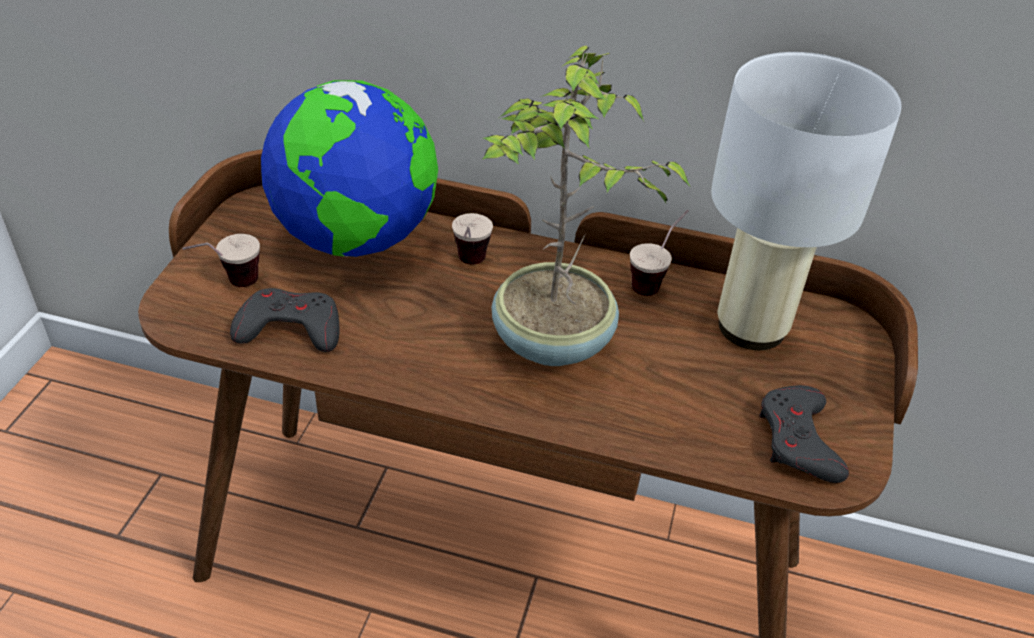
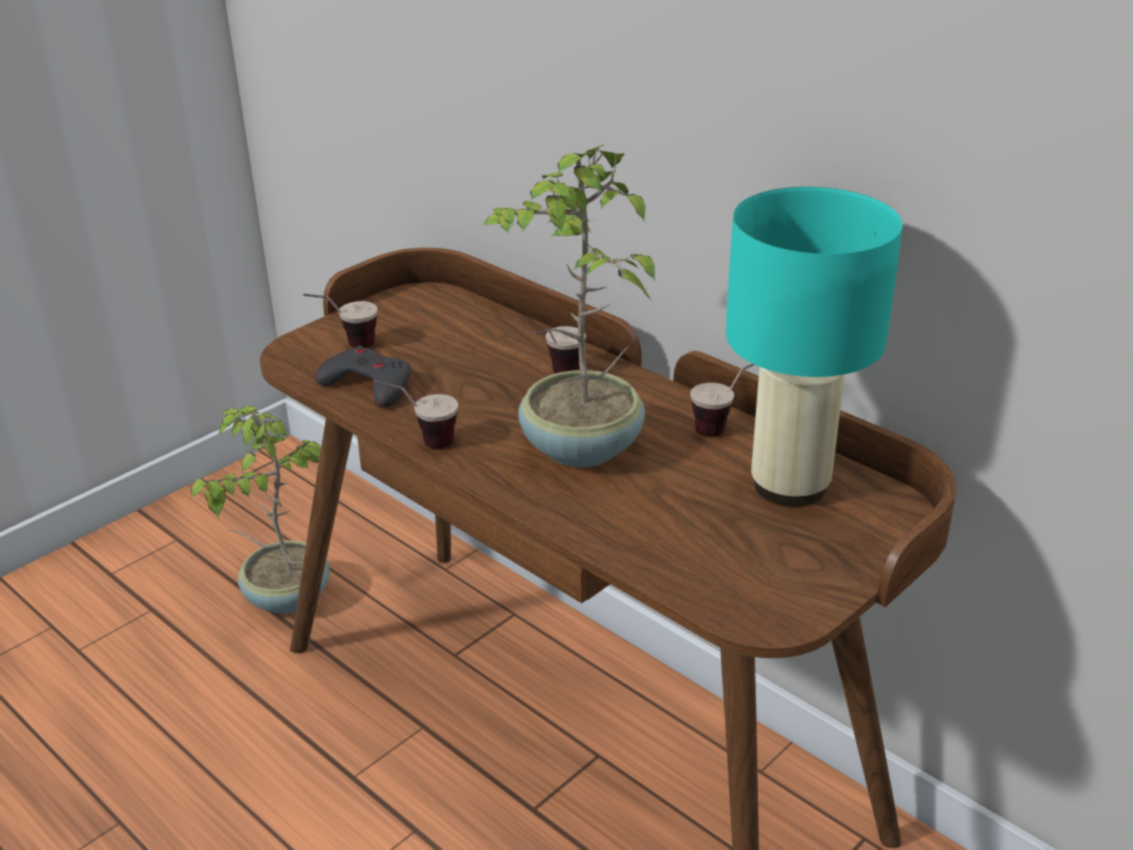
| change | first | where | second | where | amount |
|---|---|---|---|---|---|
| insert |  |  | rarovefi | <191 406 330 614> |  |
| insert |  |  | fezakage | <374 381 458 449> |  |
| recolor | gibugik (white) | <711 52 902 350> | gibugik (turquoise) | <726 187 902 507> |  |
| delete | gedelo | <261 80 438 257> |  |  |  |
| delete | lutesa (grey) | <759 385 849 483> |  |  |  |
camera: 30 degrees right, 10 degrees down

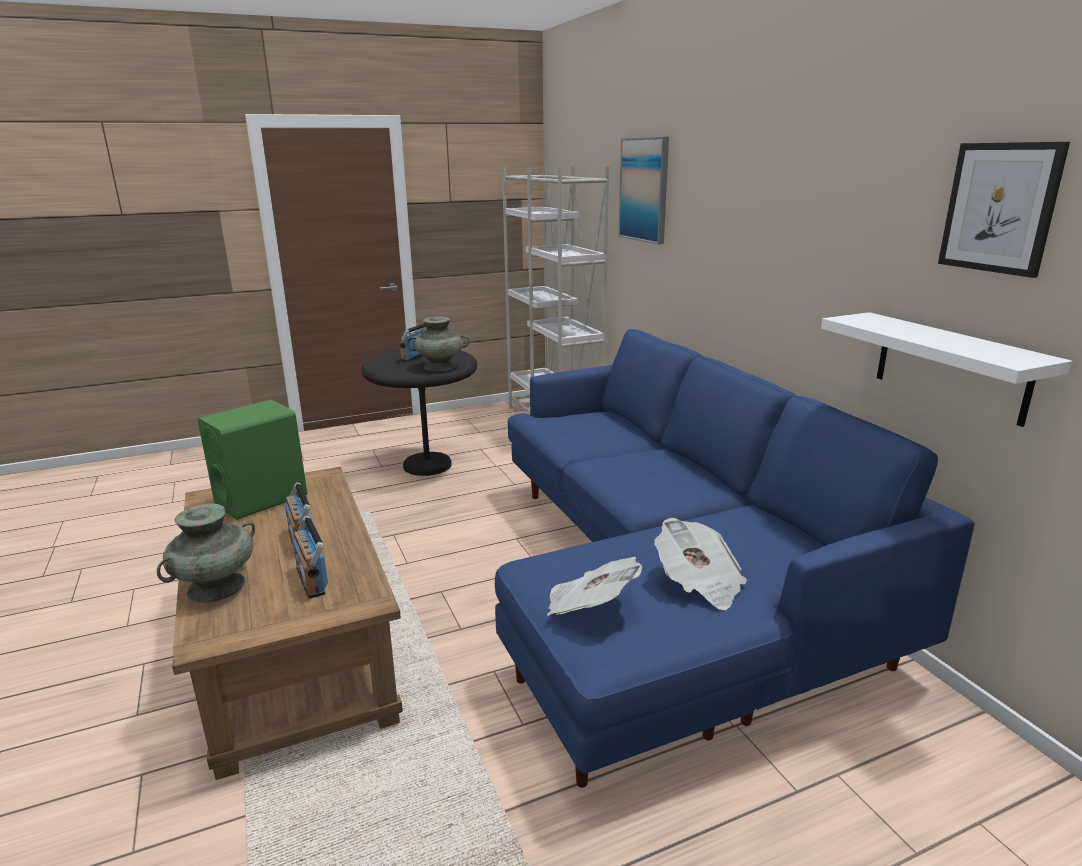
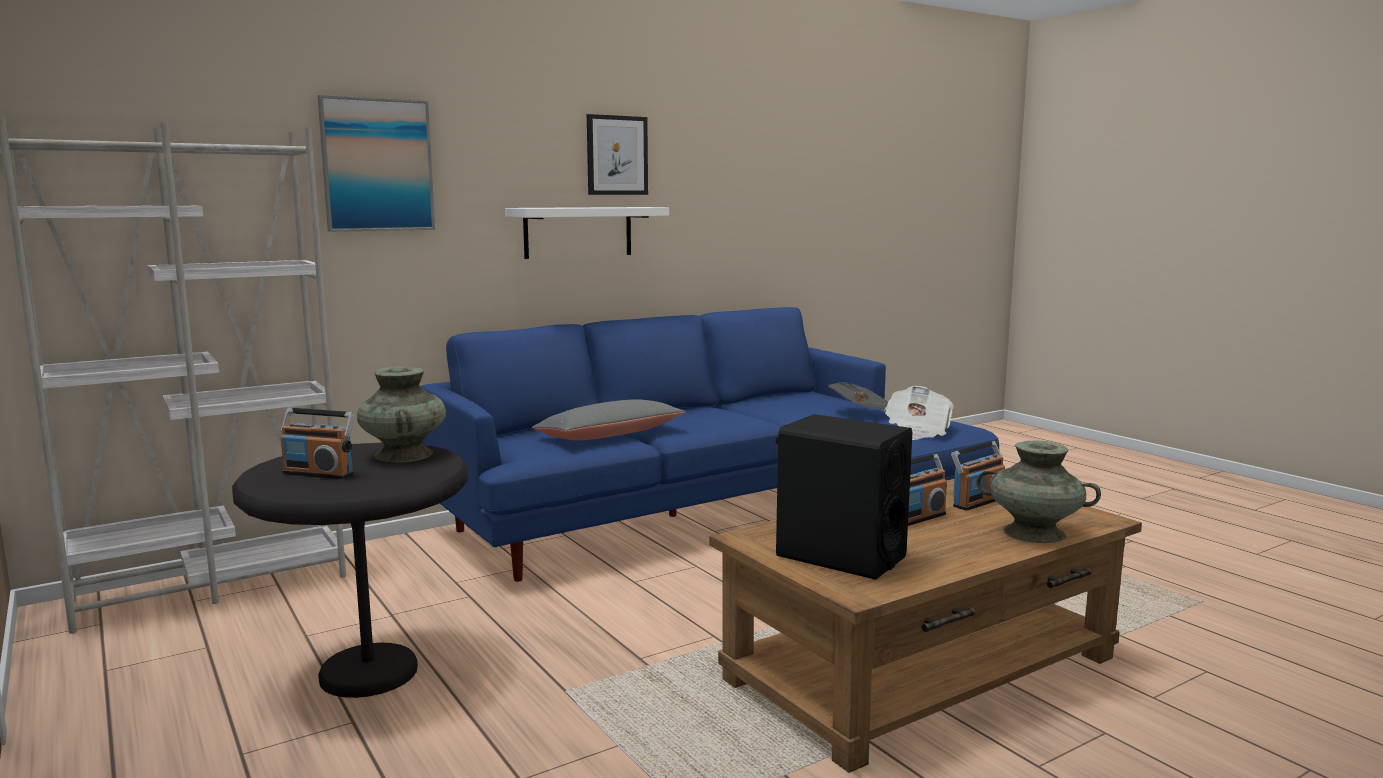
| change | first | where | second | where | amount |
|---|---|---|---|---|---|
| move | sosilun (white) | <821 312 1072 427> |  | <505 207 669 259> |  |
| insert |  |  | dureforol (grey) | <532 399 686 440> |  |
| move | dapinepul | <938 142 1070 278> |  | <587 114 648 195> |  |
| recolor | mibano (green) | <198 400 307 520> | mibano (black) | <775 414 912 580> |  |
camera: 100 degrees left, 10 degrees down

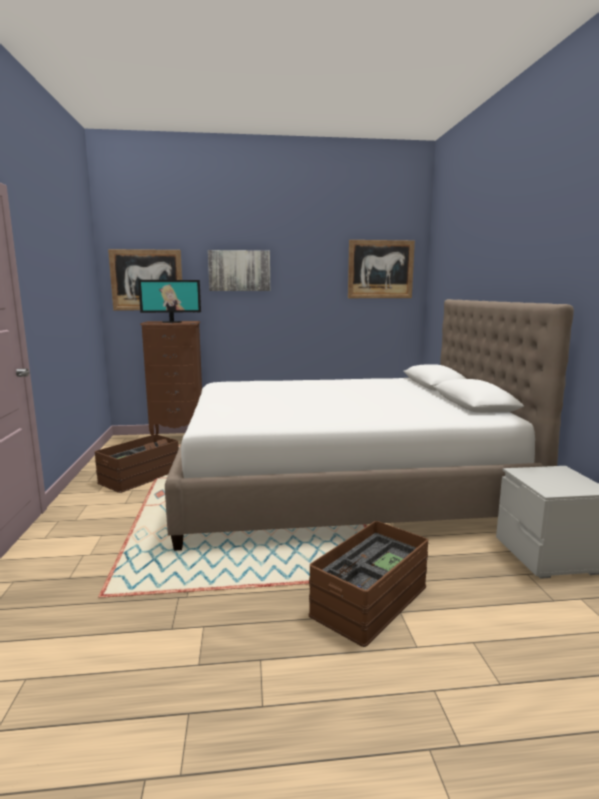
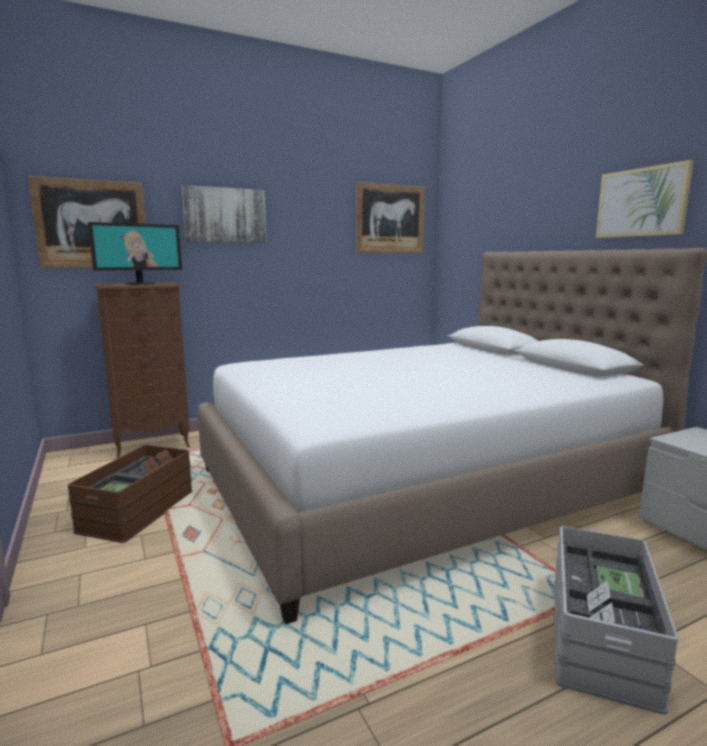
| change | first | where | second | where | amount |
|---|---|---|---|---|---|
| recolor | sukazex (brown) | <309 521 429 647> | sukazex (grey) | <554 526 679 714> |  |
| insert |  |  | dapinepul | <596 160 694 238> |  |
camera: 20 degrees left, 0 degrees up

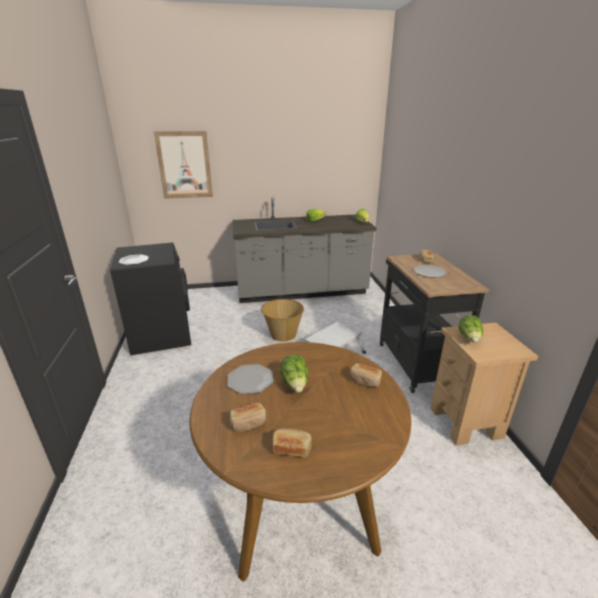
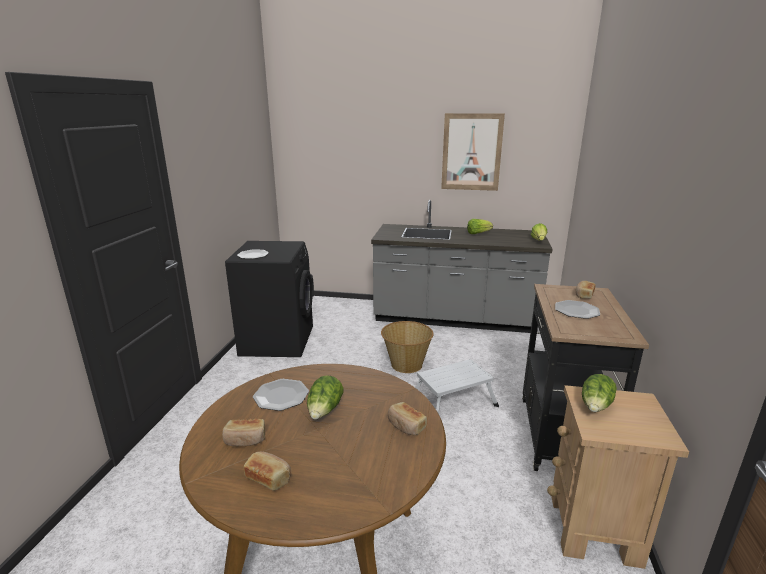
| change | first | where | second | where | amount |
|---|---|---|---|---|---|
| move | dapinepul | <154 131 213 199> |  | <441 113 505 191> |  |
camera: 20 degrees right, 5 degrees down

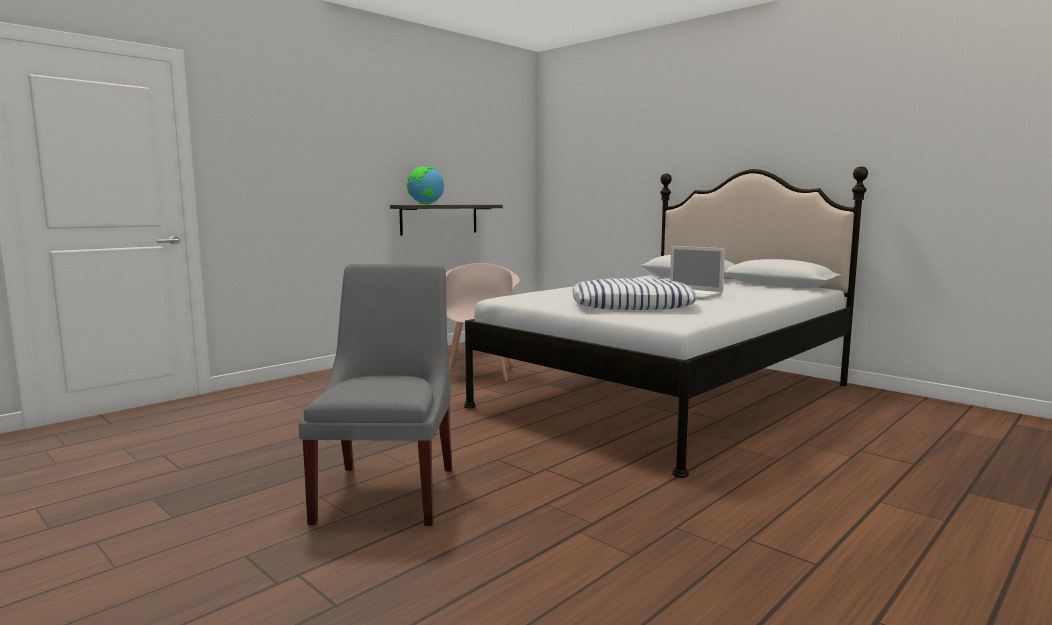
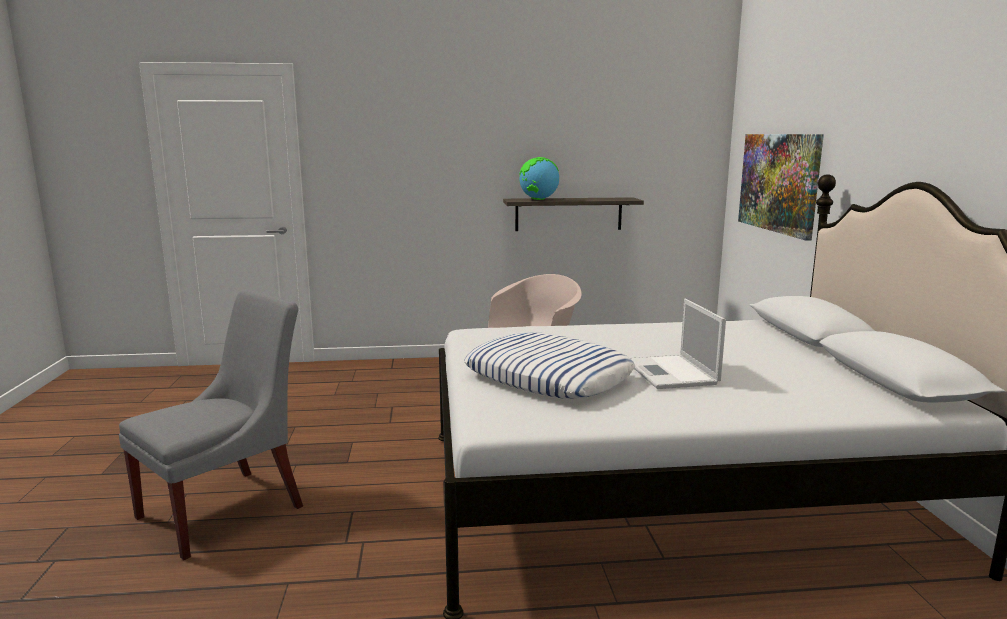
| change | first | where | second | where | amount |
|---|---|---|---|---|---|
| insert |  |  | dapinepul | <738 134 824 240> |  |
camera: 40 degrees right, 5 degrees up

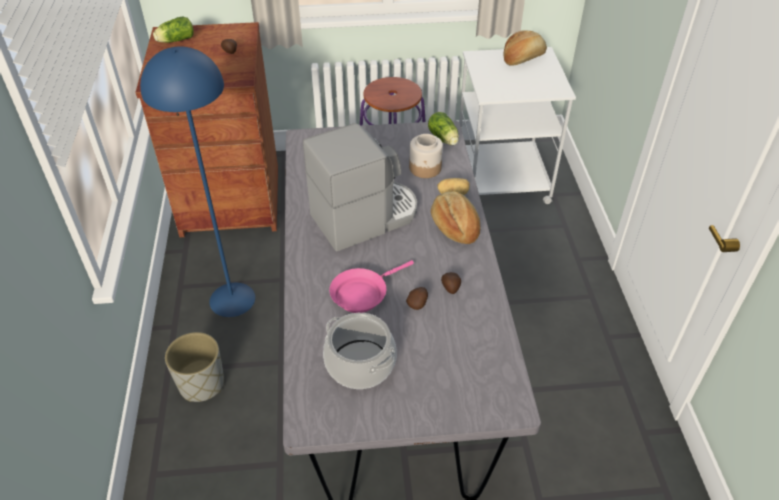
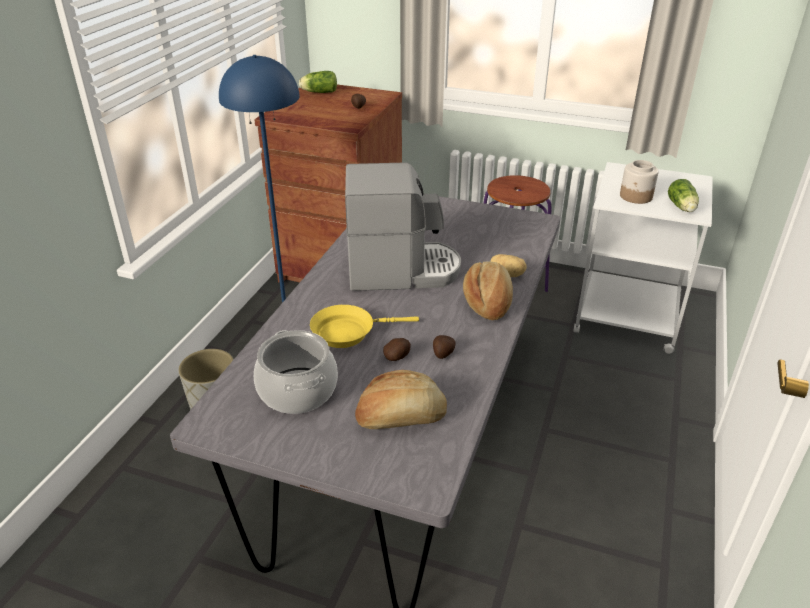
| change | first | where | second | where | amount |
|---|---|---|---|---|---|
| recolor | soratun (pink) | <329 260 414 313> | soratun (yellow) | <310 305 419 348> |  |
| move | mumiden | <503 30 547 66> |  | <355 370 447 429> |  |
| move | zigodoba | <409 134 443 178> |  | <620 160 659 204> |  |
| move | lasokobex | <428 112 459 145> |  | <668 179 699 212> |  |
camera: 25 degrees right, 10 degrees down

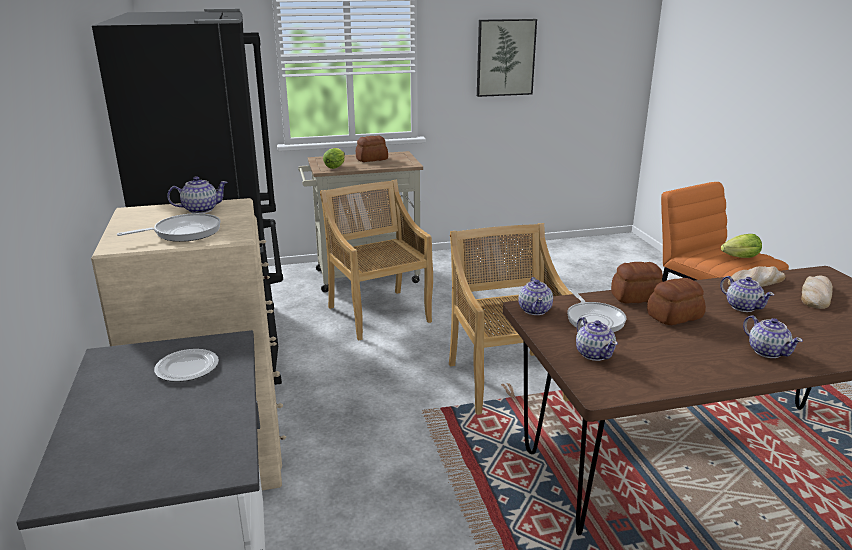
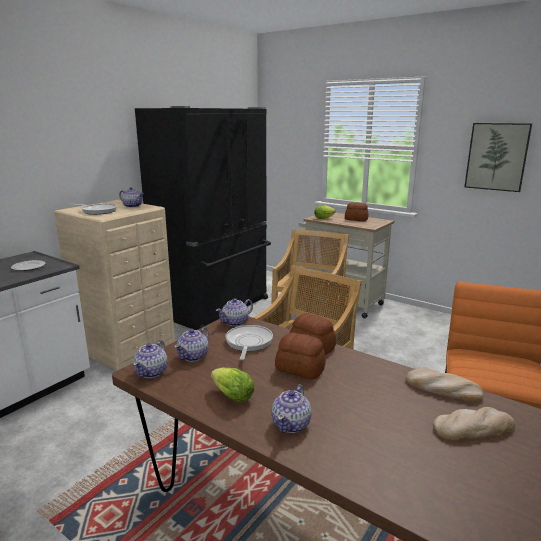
| change | first | where | second | where | amount |
|---|---|---|---|---|---|
| move | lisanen | <720 276 774 312> |  | <133 340 168 378> |  |
| move | lasokobex | <721 234 762 258> |  | <211 368 254 402> |  |
| rotate | soratun | <567 288 626 332> |  | <225 325 273 360> | 150 degrees clockwise |
camera: 50 degrees right, 5 degrees down

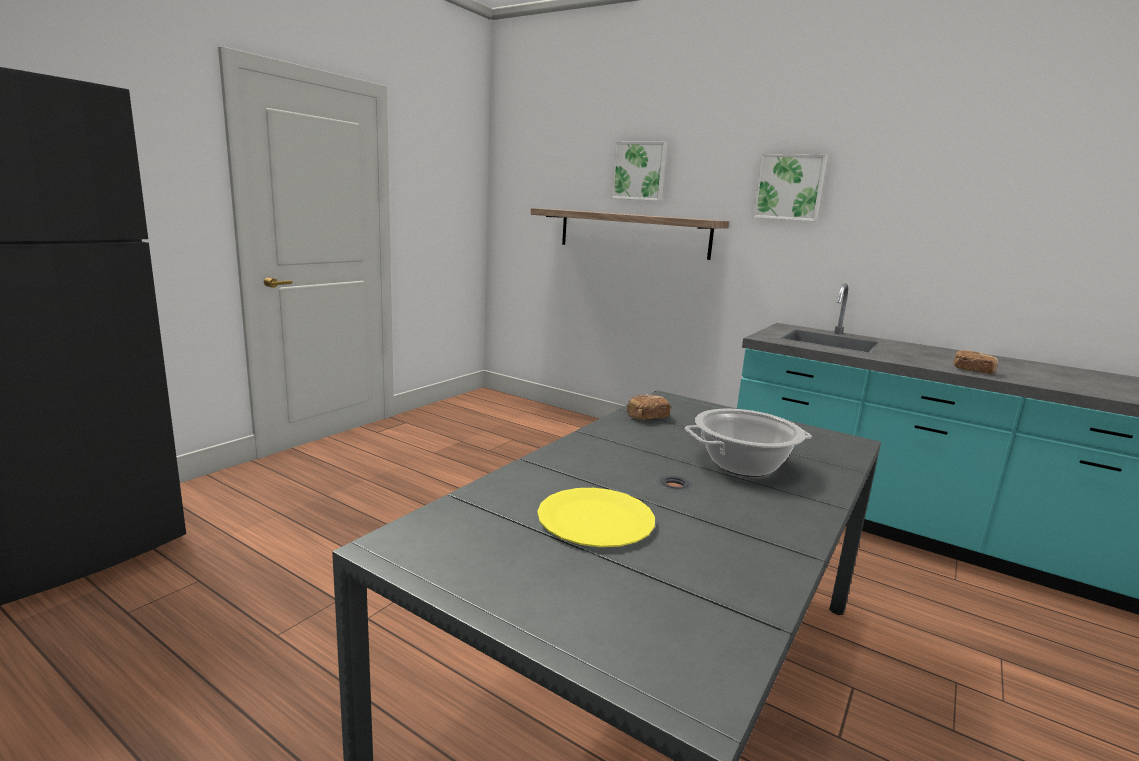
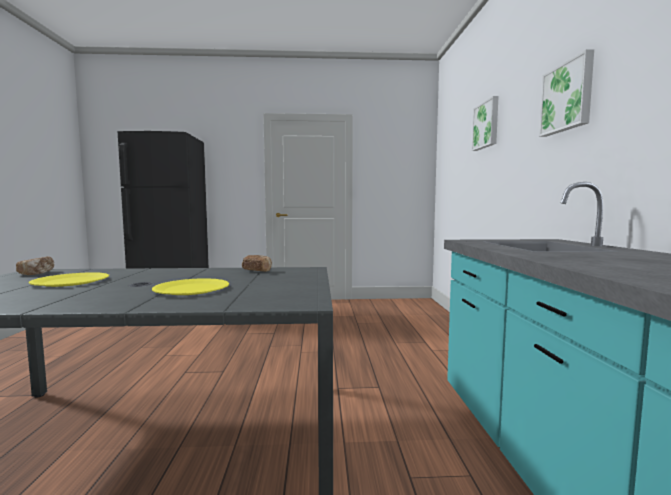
| change | first | where | second | where | amount |
|---|---|---|---|---|---|
| move | mumiden | <953 350 998 374> |  | <16 256 54 275> |  |
| replace | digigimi | <685 409 812 477> | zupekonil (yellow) | <152 278 229 295> |  |
| delete | sosilun | <531 208 729 260> |  |  |  |
camera: 55 degrees right, 10 degrees down

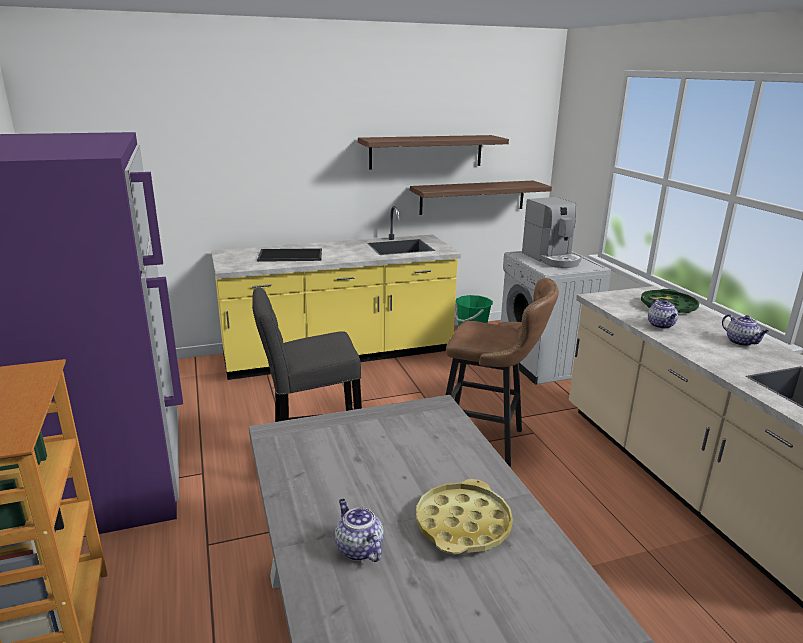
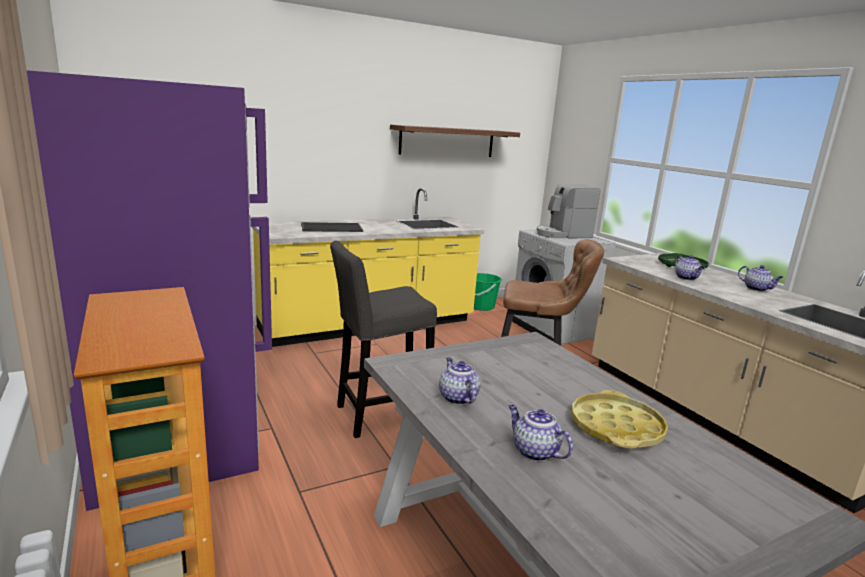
| change | first | where | second | where | amount |
|---|---|---|---|---|---|
| insert |  |  | lisanen | <439 358 481 405> |  |
| rotate | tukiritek | <522 197 582 268> |  | <536 184 601 238> | 105 degrees clockwise |
| delete | sosilun | <410 181 552 215> |  |  |  |
camera: 10 degrees left, 5 degrees down

